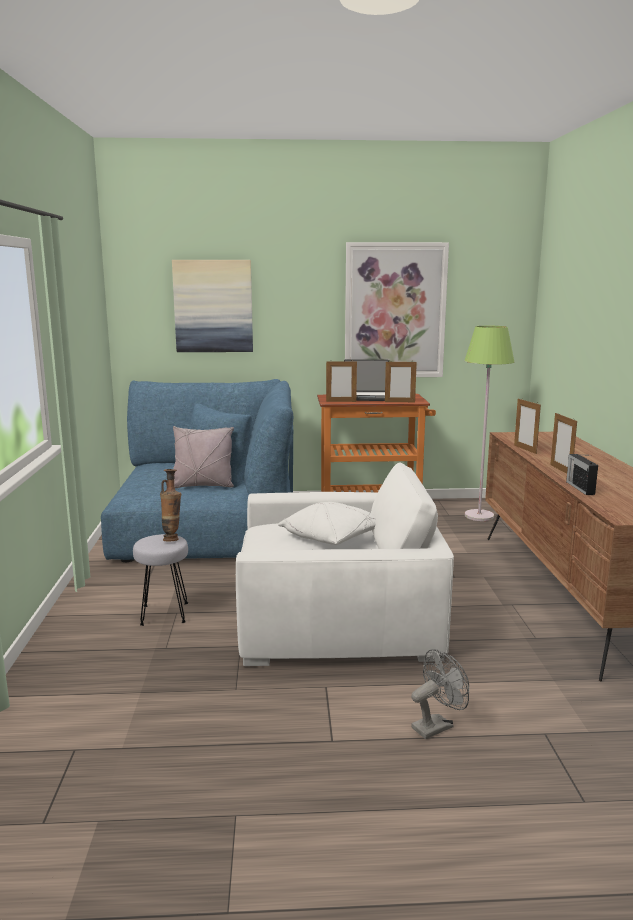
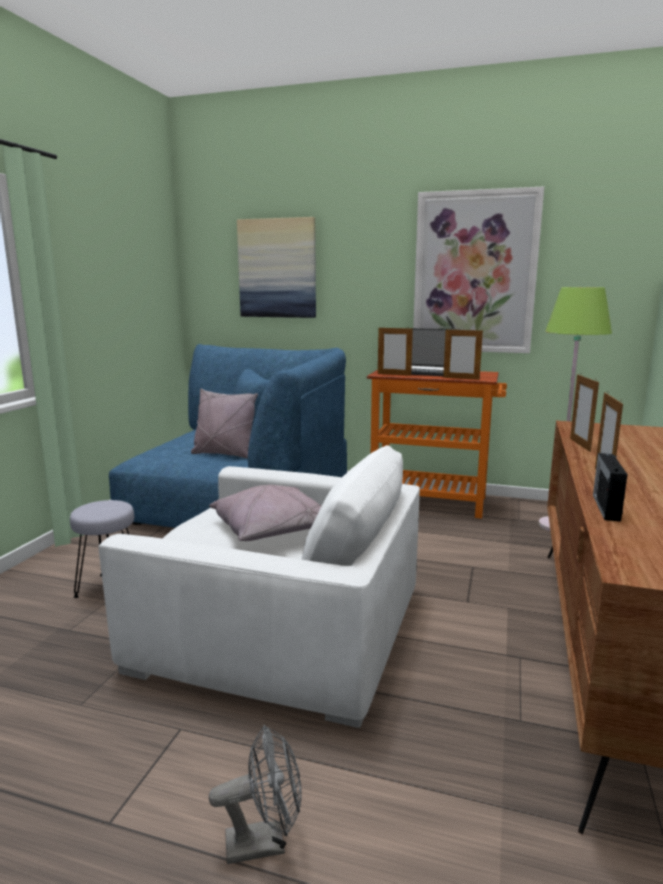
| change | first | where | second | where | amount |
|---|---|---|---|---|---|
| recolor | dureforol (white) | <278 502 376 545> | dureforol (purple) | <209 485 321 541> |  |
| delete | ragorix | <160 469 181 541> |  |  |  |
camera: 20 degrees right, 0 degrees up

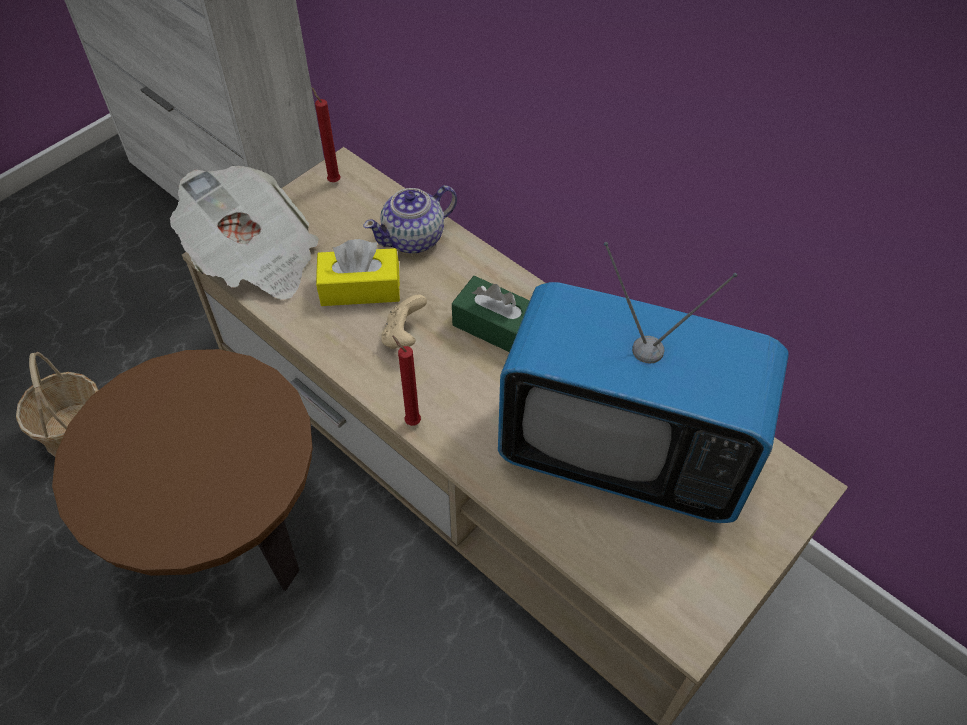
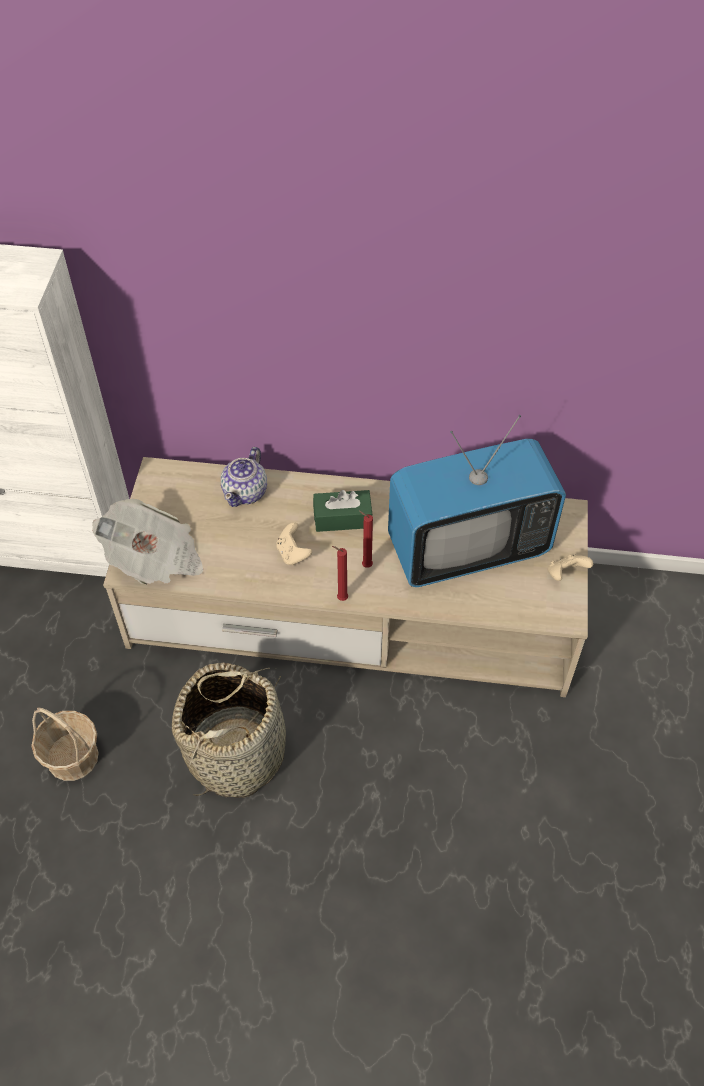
| change | first | where | second | where | amount |
|---|---|---|---|---|---|
| replace | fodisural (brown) | <52 349 313 591> | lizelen | <172 663 286 798> |  |
| move | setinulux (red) | <312 87 341 182> |  | <359 511 373 568> |  |
| insert |  |  | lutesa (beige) | <548 554 593 581> |  |
| delete | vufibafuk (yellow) | <316 239 400 306> |  |  |  |
camera: 35 degrees left, 0 degrees up

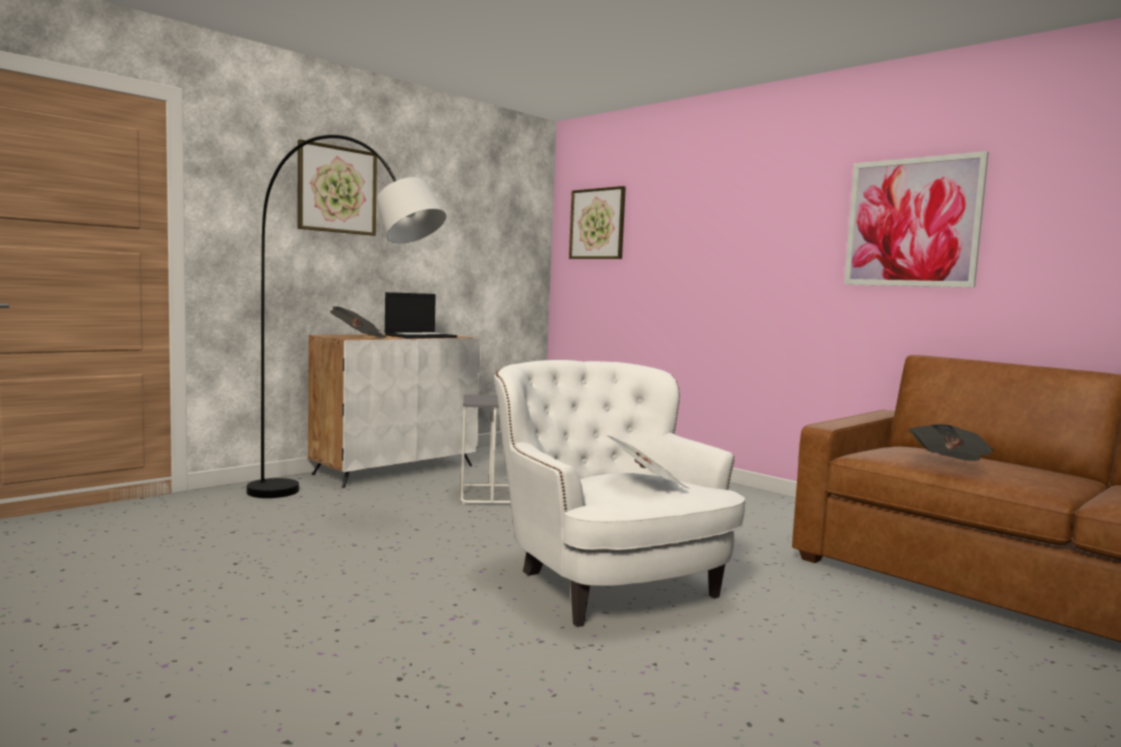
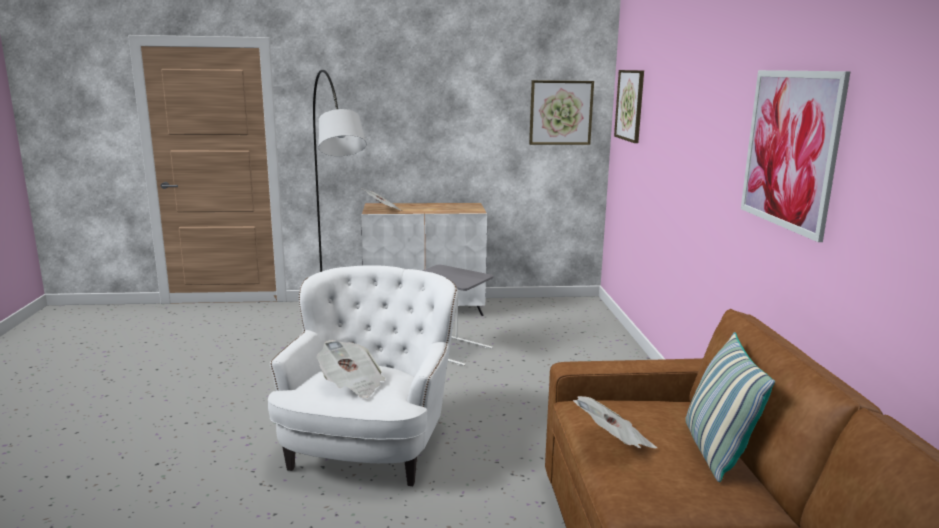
| change | first | where | second | where | amount |
|---|---|---|---|---|---|
| move | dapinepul | <297 139 377 236> |  | <529 80 594 145> |  |
| insert |  |  | dureforol | <685 332 775 482> |  |
| delete | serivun | <385 292 457 338> |  |  |  |
camera: 40 degrees right, 10 degrees up

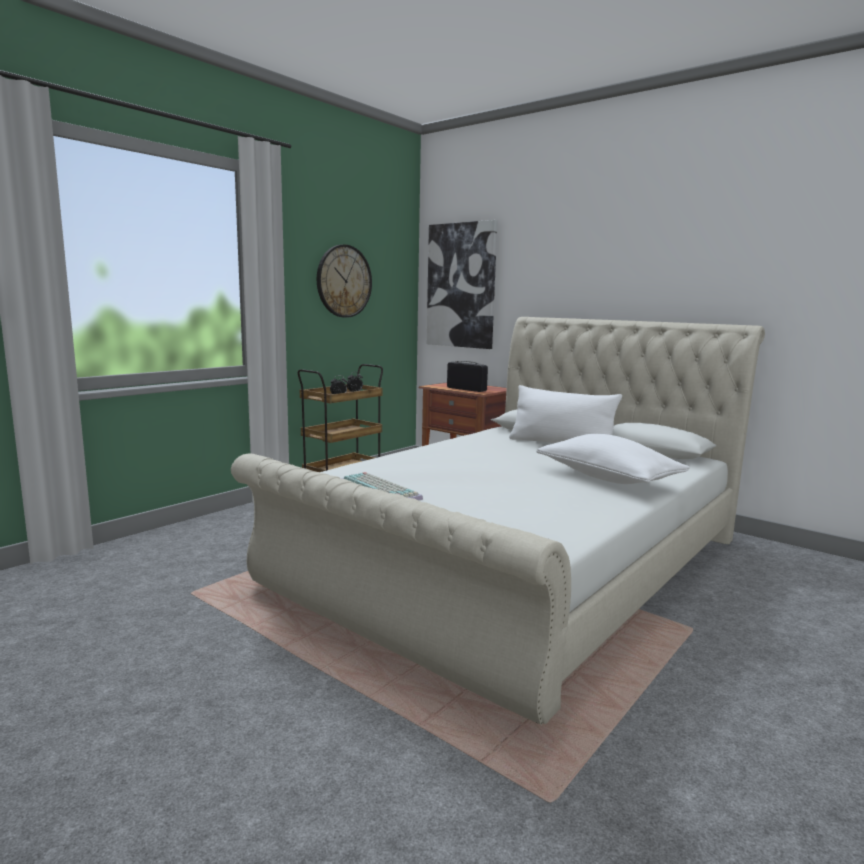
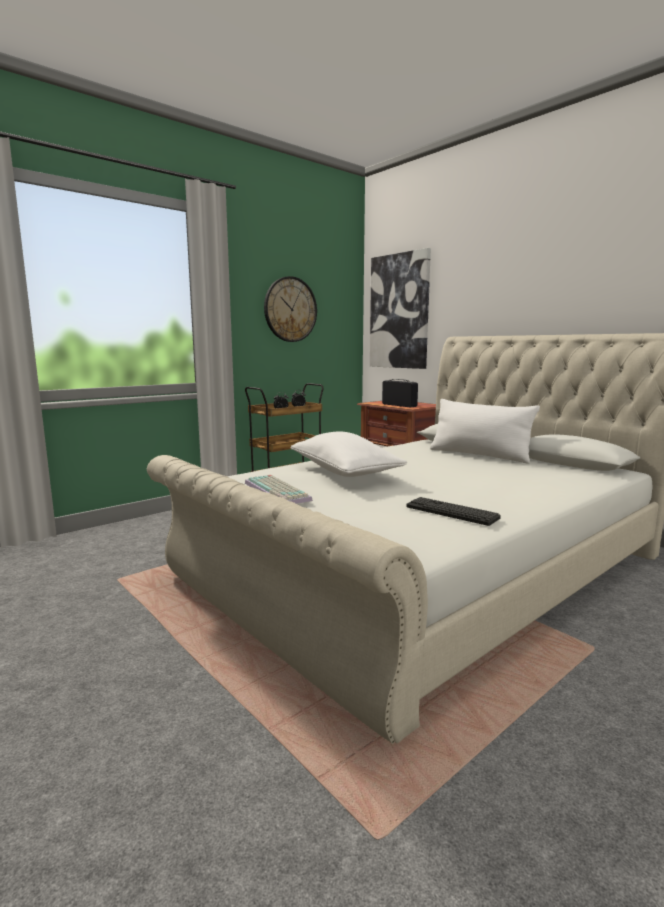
| change | first | where | second | where | amount |
|---|---|---|---|---|---|
| move | dureforol (white) | <536 434 690 484> |  | <291 431 407 477> |  |
| insert |  |  | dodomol | <406 497 501 526> |  |
camera: 10 degrees right, 0 degrees up

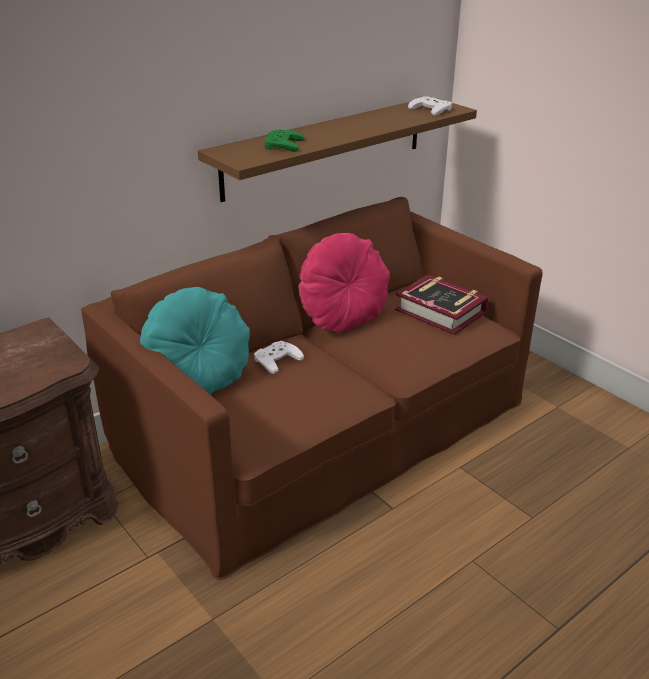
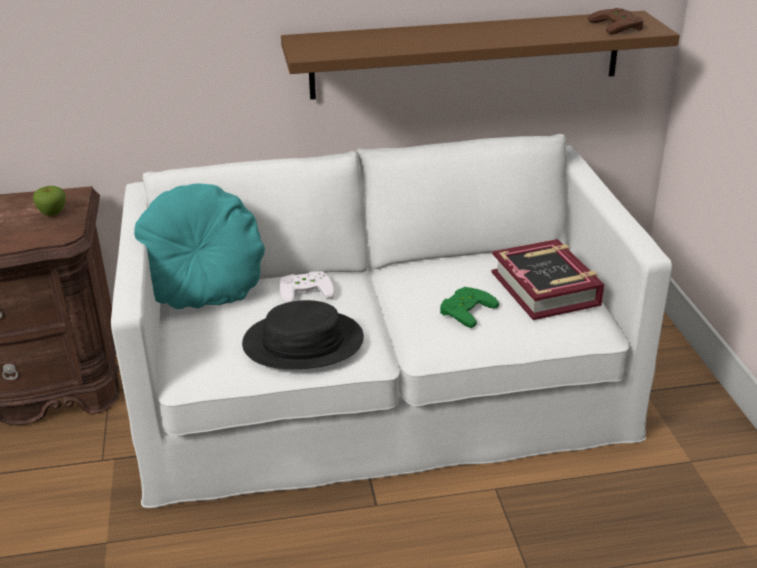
| change | first | where | second | where | amount |
|---|---|---|---|---|---|
| insert |  |  | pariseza | <33 186 66 216> |  |
| recolor | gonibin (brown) | <81 197 543 580> | gonibin (white) | <111 134 672 508> |  |
| insert |  |  | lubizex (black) | <242 300 364 369> |  |
| move | lutesa (green) | <265 130 305 152> |  | <440 287 499 328> |  |
| recolor | lutesa (white) | <408 96 452 116> | lutesa (brown) | <588 8 644 34> |  |
| delete | dureforol (pink) | <298 233 390 333> |  |  |  |
camera: 30 degrees right, 0 degrees up

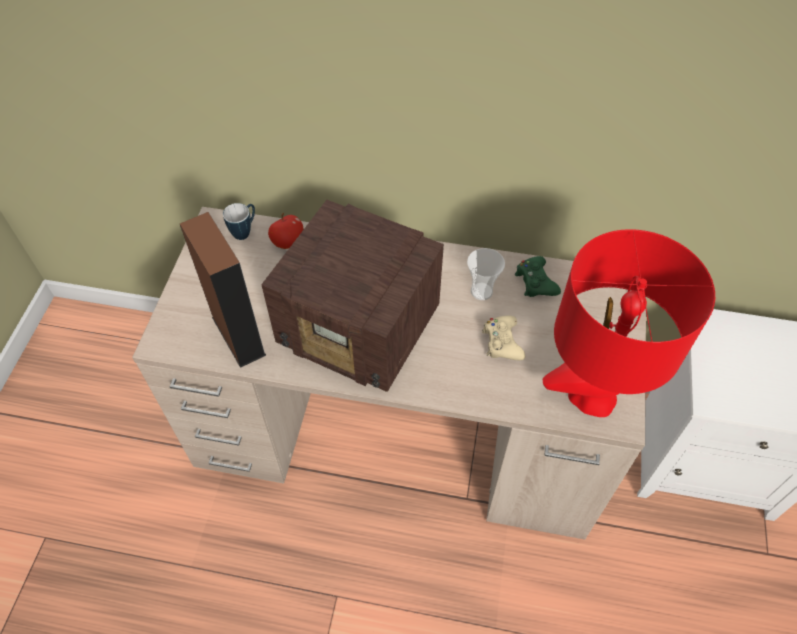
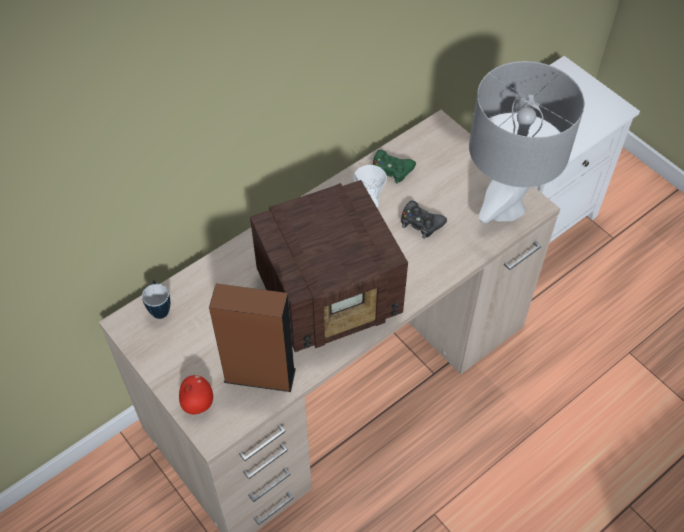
| change | first | where | second | where | amount |
|---|---|---|---|---|---|
| move | pariseza | <268 213 304 249> |  | <179 375 213 414> |  |
| recolor | lutesa (beige) | <482 316 525 360> | lutesa (black) | <401 200 447 239> |  |
| recolor | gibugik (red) | <543 229 715 417> | gibugik (grey) | <469 61 584 224> |  |
camera: 50 degrees left, 0 degrees up

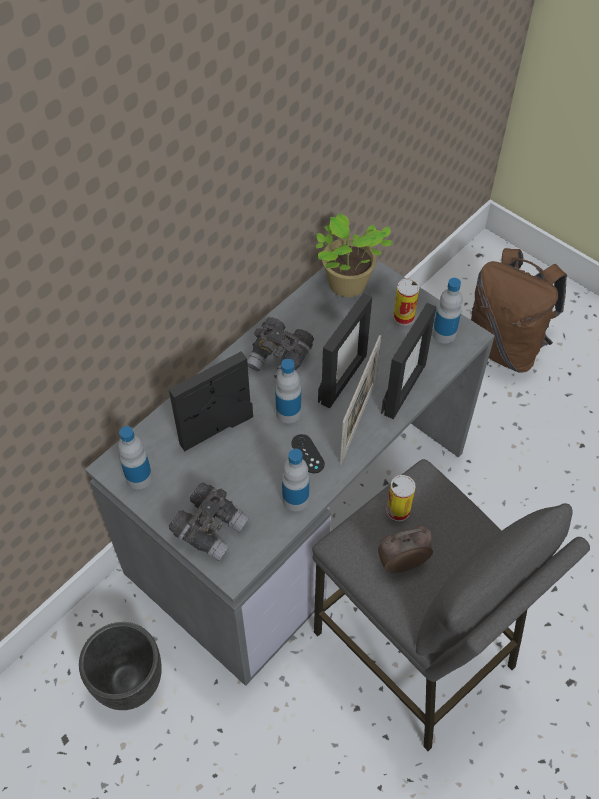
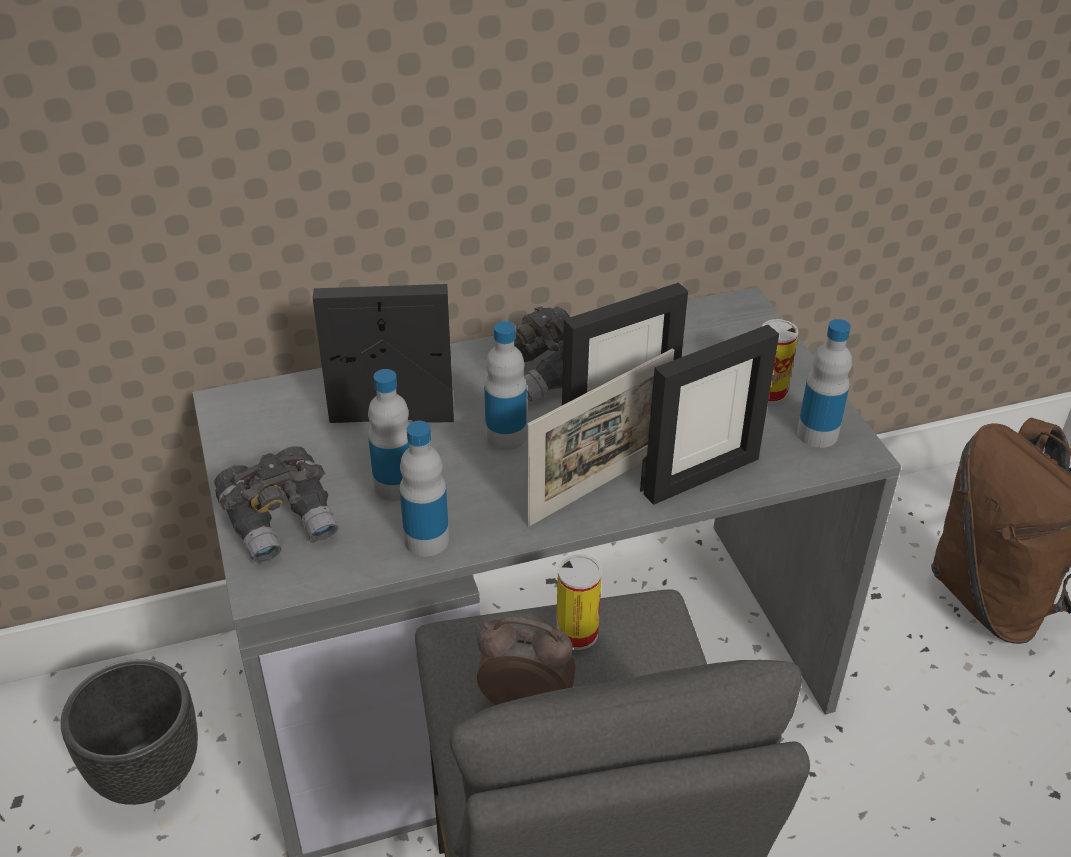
| change | first | where | second | where | amount |
|---|---|---|---|---|---|
| move | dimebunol | <118 426 152 489> |  | <368 369 409 501> |  |
| delete | lutesa (black) | <292 434 325 473> |  |  |  |
| delete | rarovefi | <316 213 393 297> |  |  |  |
camera: 30 degrees right, 15 degrees down

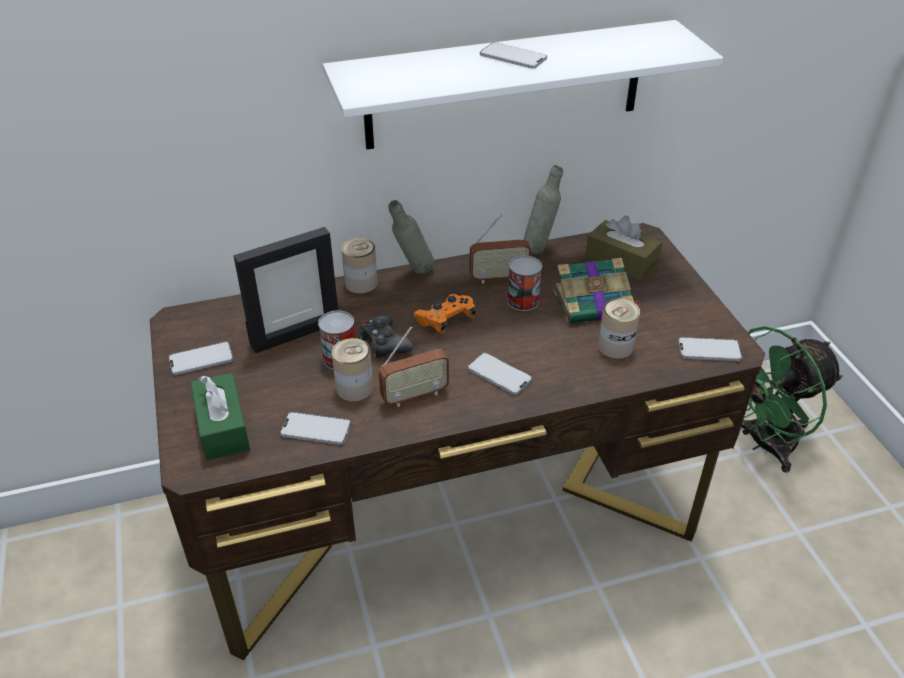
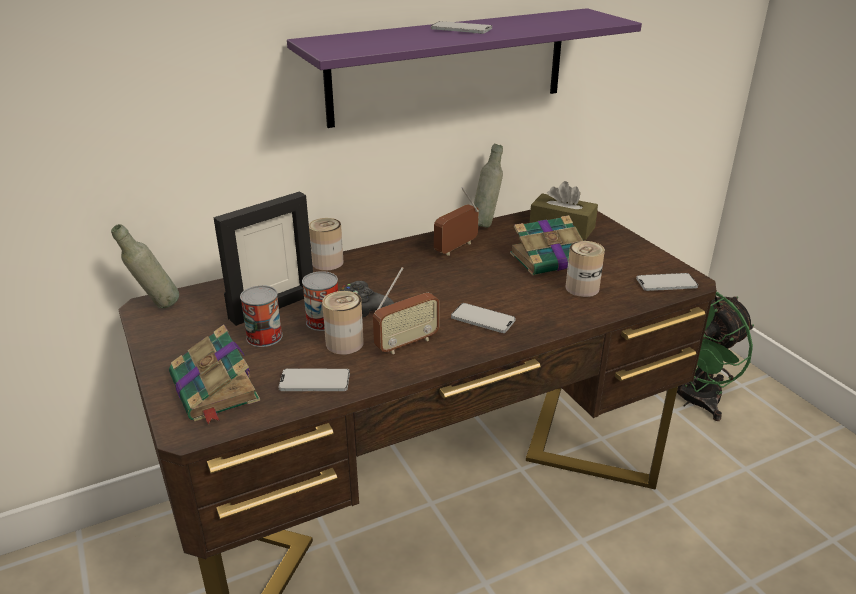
| change | first | where | second | where | amount |
|---|---|---|---|---|---|
| move | dimebunol (grey) | <388 200 434 274> |  | <111 224 179 308> |  |
| replace | vufibafuk (green) | <190 373 250 461> | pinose | <169 325 260 424> |  |
| move | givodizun | <507 255 542 311> |  | <240 285 283 347> |  |
| recolor | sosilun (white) | <323 20 723 150> | sosilun (purple) | <287 8 642 128> |  |
| rotate | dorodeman | <469 213 531 284> |  | <434 187 479 256> | 150 degrees clockwise |
| delete | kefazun | <169 342 234 375> |  |  |  |
| delete | lutesa (orange) | <414 294 476 334> |  |  |  |
camera: 10 degrees left, 10 degrees down

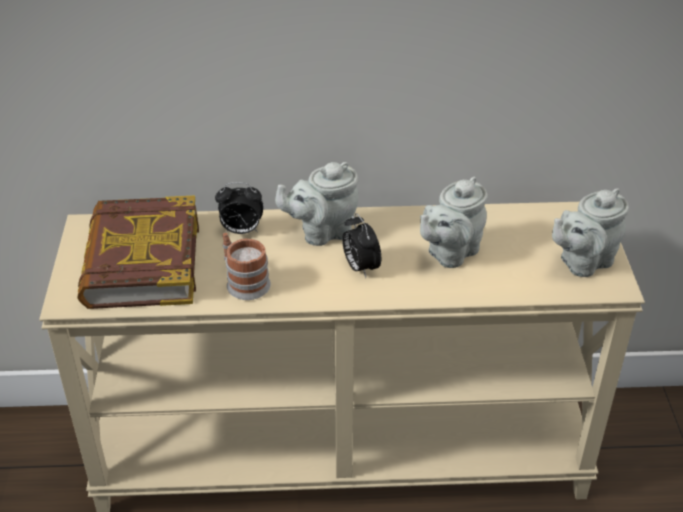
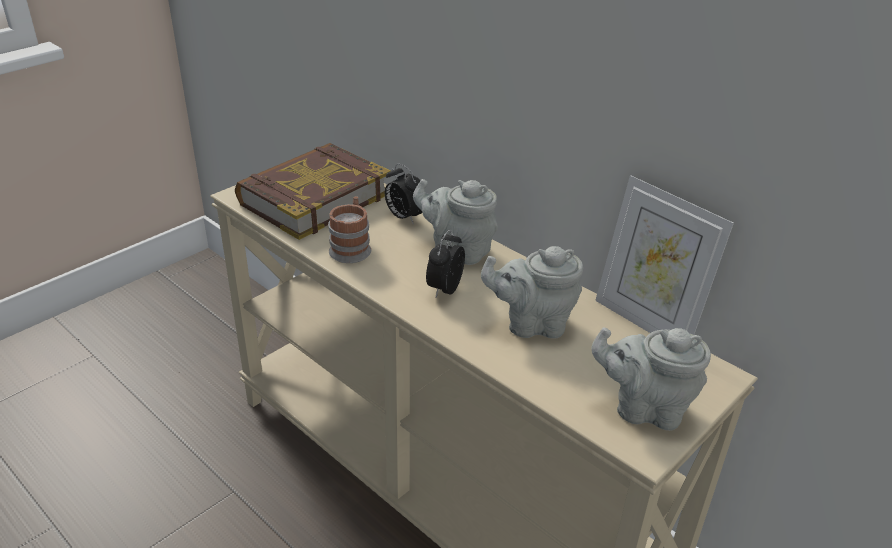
| change | first | where | second | where | amount |
|---|---|---|---|---|---|
| insert |  |  | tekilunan | <595 175 734 335> |  |
camera: 45 degrees right, 5 degrees down

